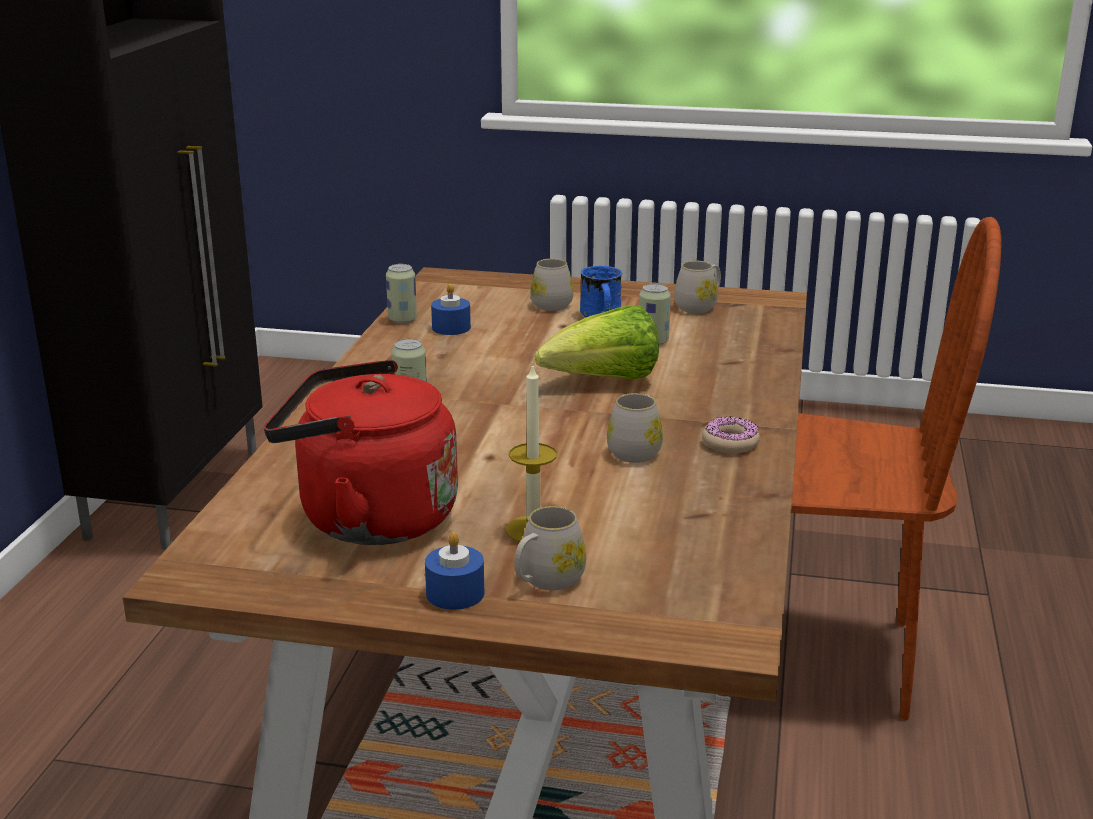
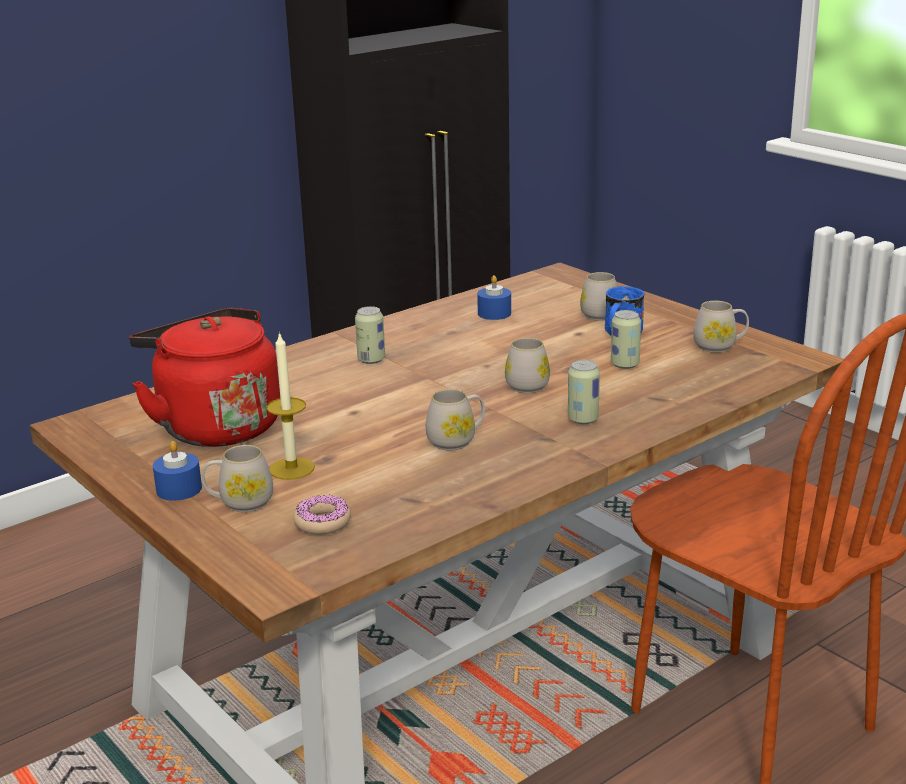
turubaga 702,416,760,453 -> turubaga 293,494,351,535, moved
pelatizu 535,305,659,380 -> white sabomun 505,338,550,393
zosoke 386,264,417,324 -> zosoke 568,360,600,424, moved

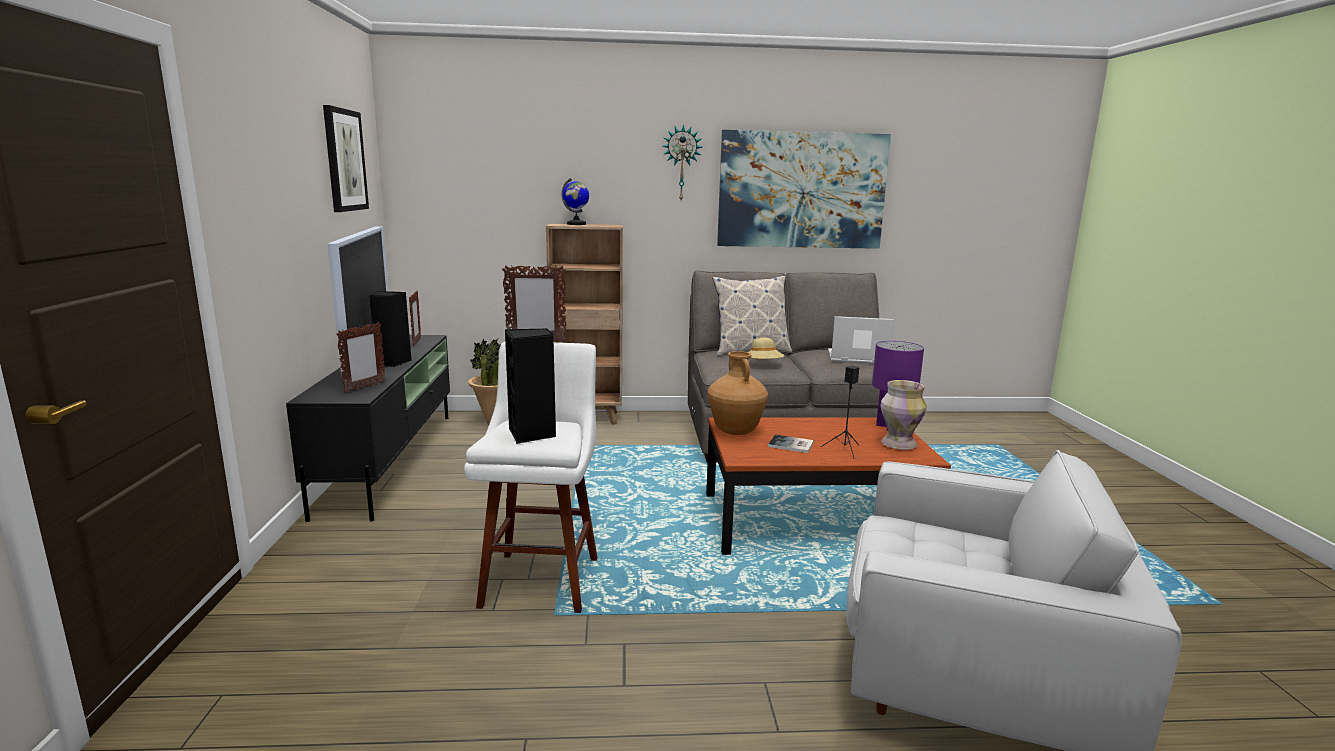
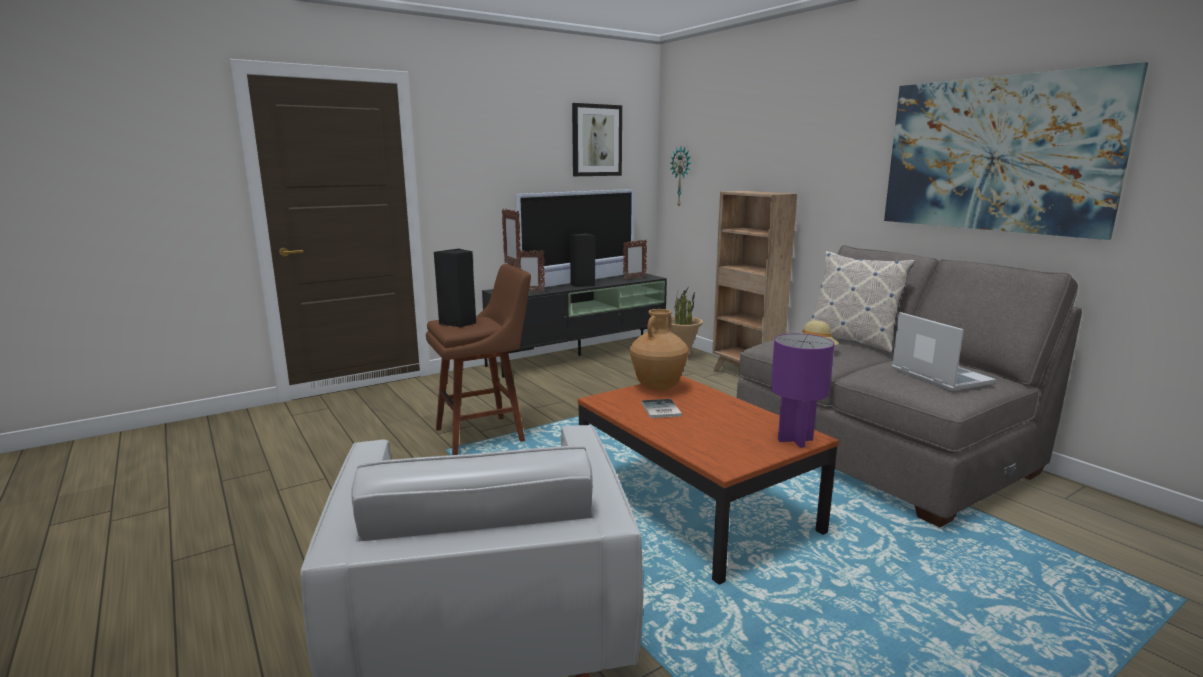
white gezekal 464,342,597,613 -> brown gezekal 426,264,531,455
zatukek 663,124,702,201 -> zatukek 670,147,691,206, moved
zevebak 561,178,589,225 -> none
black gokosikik 821,366,859,459 -> none
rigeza 881,380,927,450 -> none

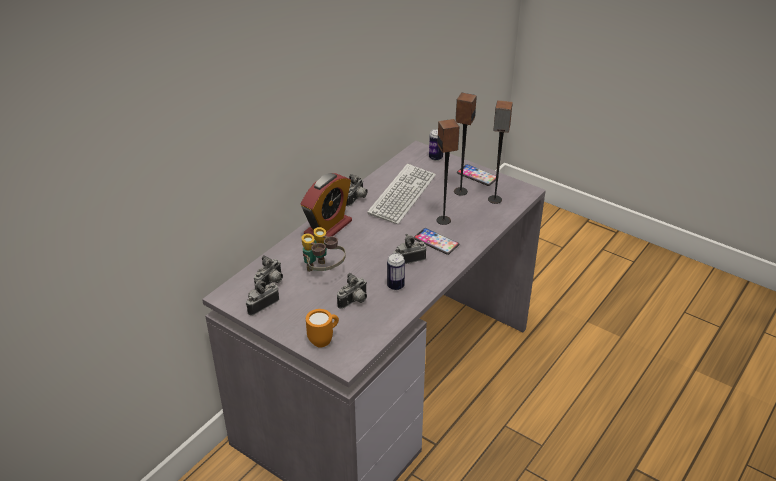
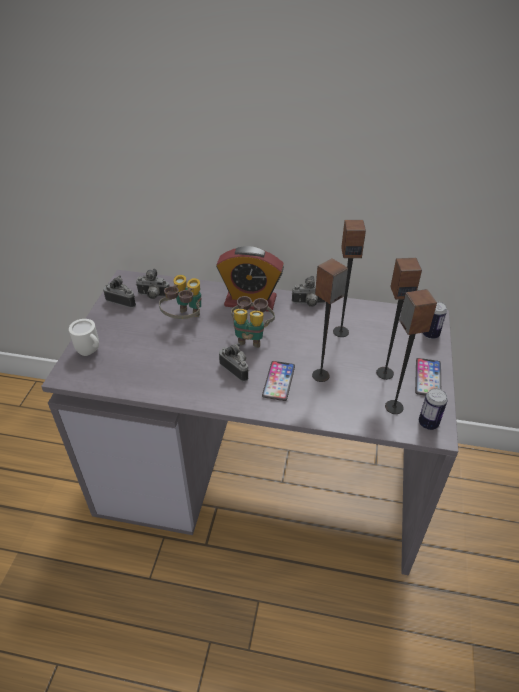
orange sabomun 306,309,339,348 -> white sabomun 69,319,99,356
none -> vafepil 231,296,275,348
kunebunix 367,164,436,224 -> gokosikik 333,220,366,337
zosoke 387,253,405,290 -> zosoke 419,388,448,430, moved
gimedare 337,273,367,309 -> none

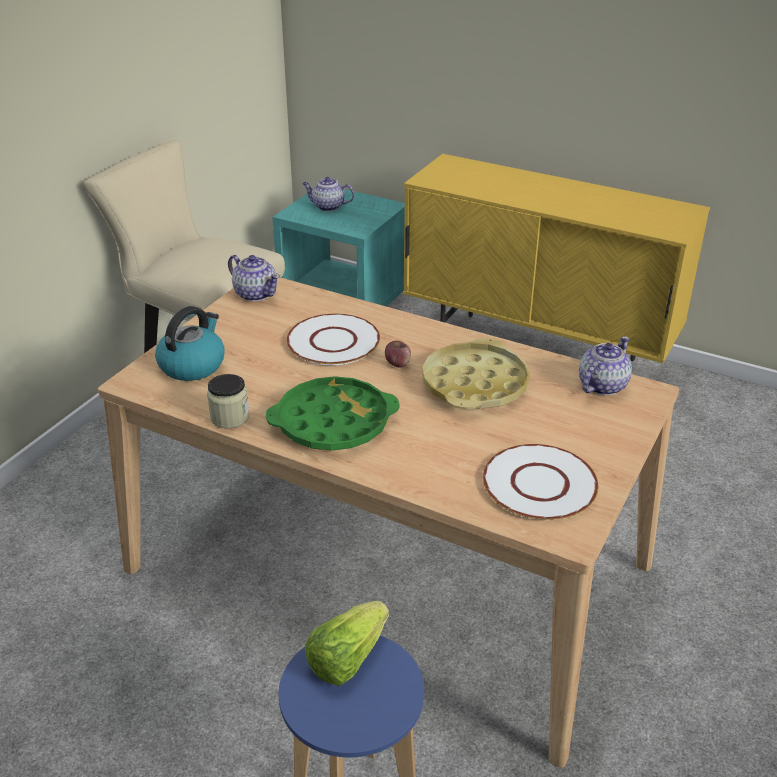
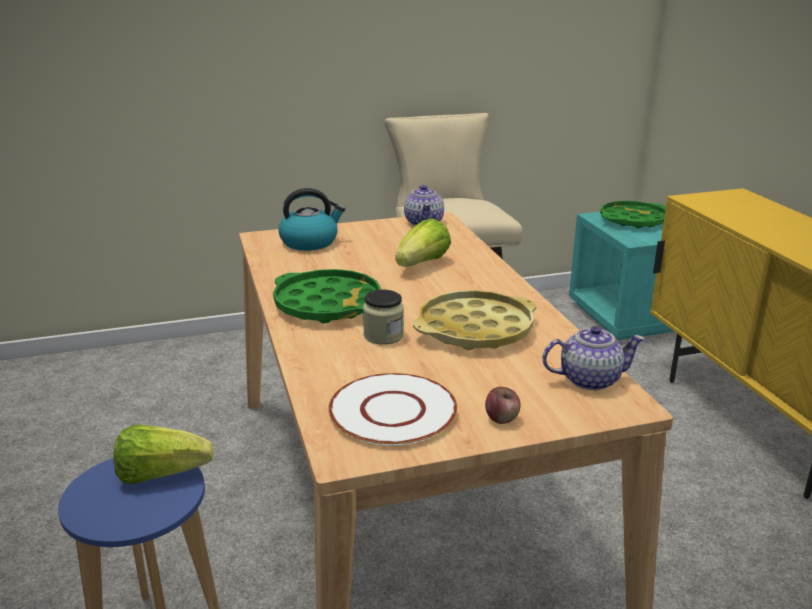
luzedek 207,374,250,428 -> luzedek 363,290,404,345, moved
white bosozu 286,314,380,365 -> pelatizu 395,218,451,267
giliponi 385,341,411,367 -> giliponi 485,387,521,424, moved
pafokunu 302,177,354,211 -> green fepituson 600,201,666,229

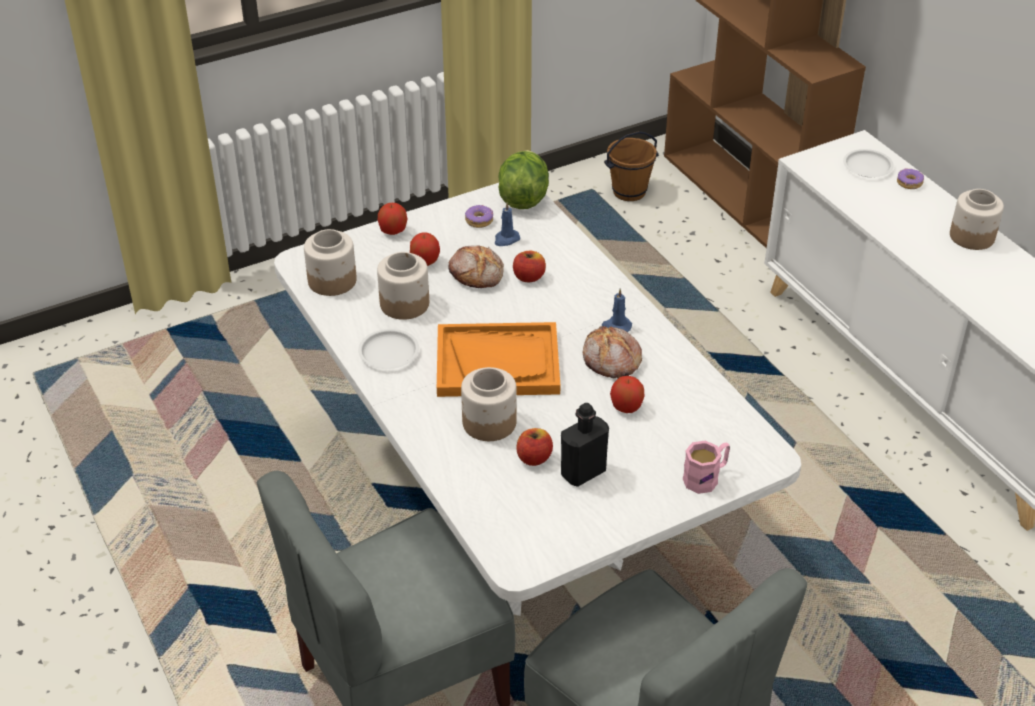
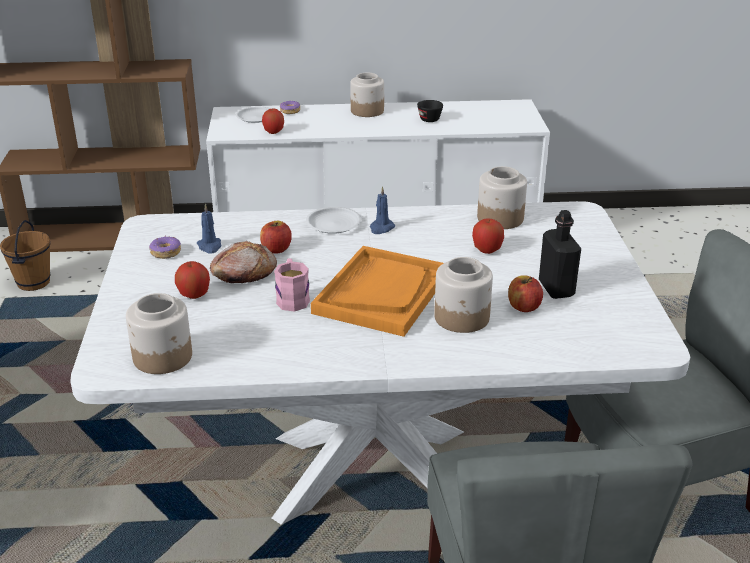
giliponi 378,203,407,235 -> giliponi 262,108,284,134, moved
pink sabomun 682,441,730,494 -> pink sabomun 274,258,310,312, moved
white bosozu 358,329,419,369 -> white bosozu 306,207,361,234, moved
none -> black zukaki 417,100,443,122
luzedek 377,252,429,320 -> luzedek 477,166,527,229, moved
pelatizu 498,150,549,209 -> none
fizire 582,326,642,379 -> none

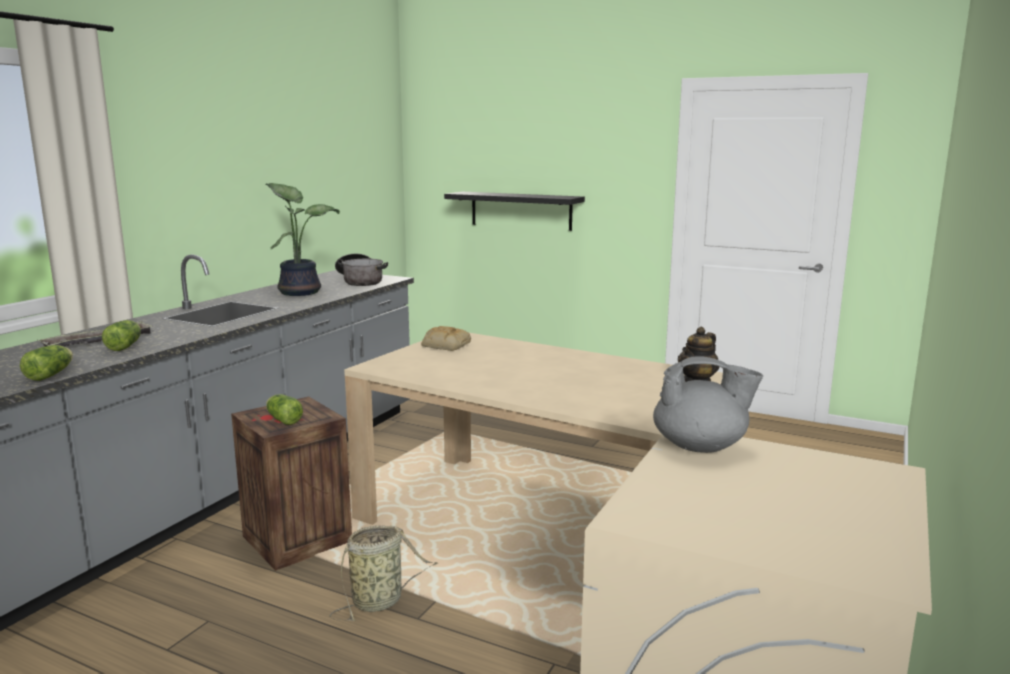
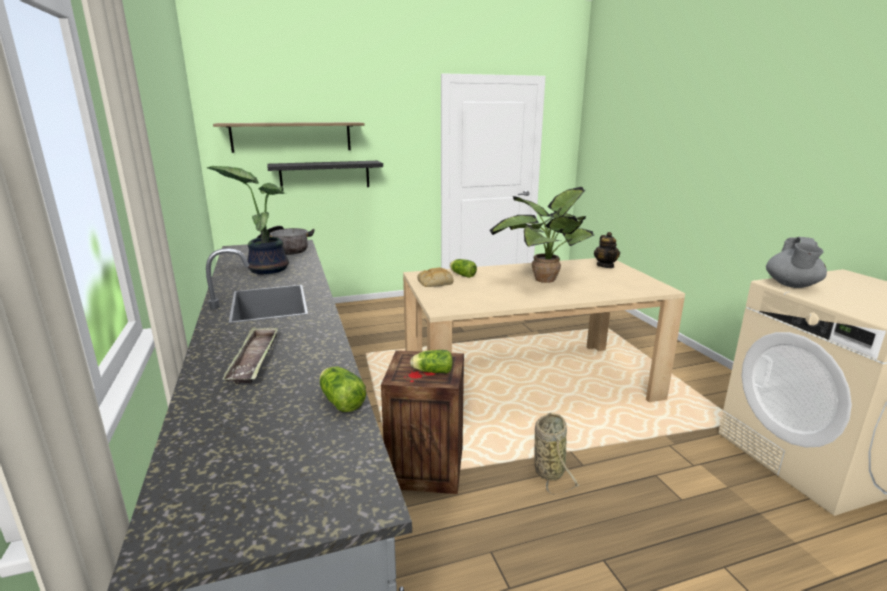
none -> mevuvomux 213,122,365,153
pelatizu 102,320,141,351 -> pelatizu 450,259,477,278, moved
none -> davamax 489,187,594,283
grey pafokunu 653,356,763,453 -> grey pafokunu 766,237,827,288, 150 degrees clockwise

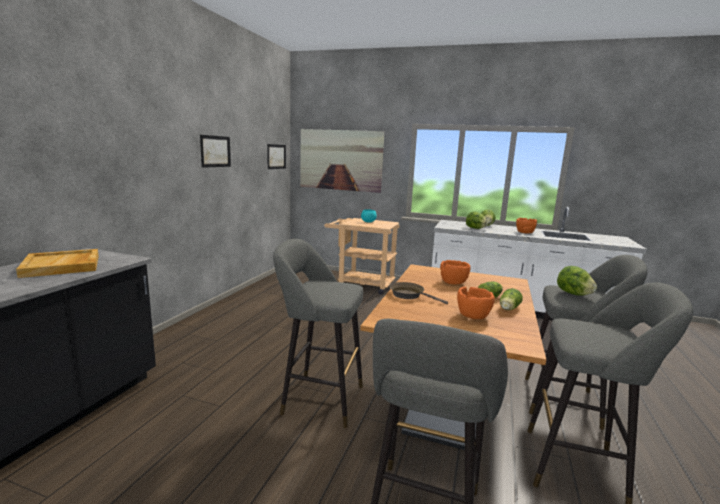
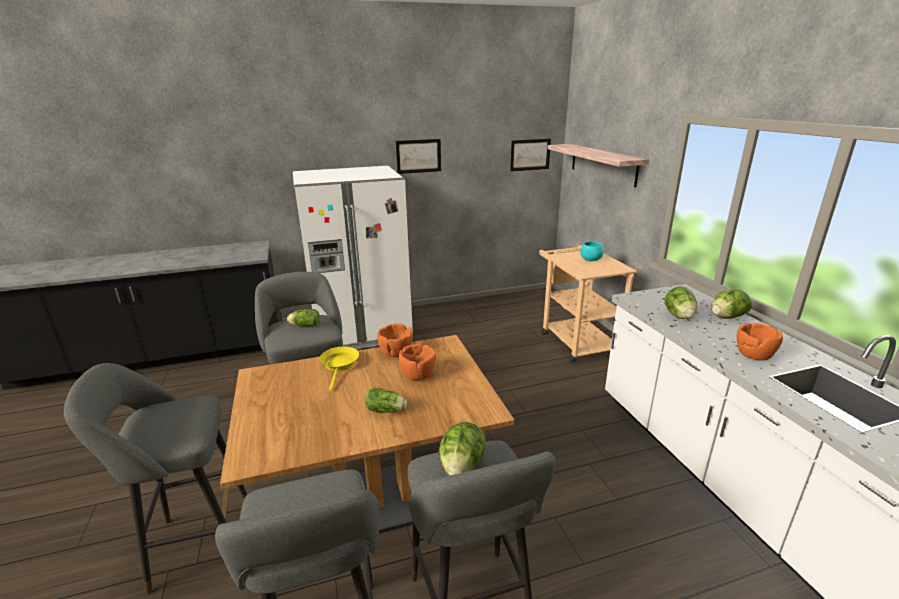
pelatizu 500,288,523,310 -> pelatizu 287,309,320,327, moved
none -> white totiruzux 293,166,413,349
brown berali 389,282,448,304 -> yellow berali 319,347,359,391
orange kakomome 457,287,495,319 -> orange kakomome 377,323,413,357, moved
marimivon 300,129,384,193 -> mevuvomux 548,144,647,187
beige fepituson 16,249,99,278 -> none

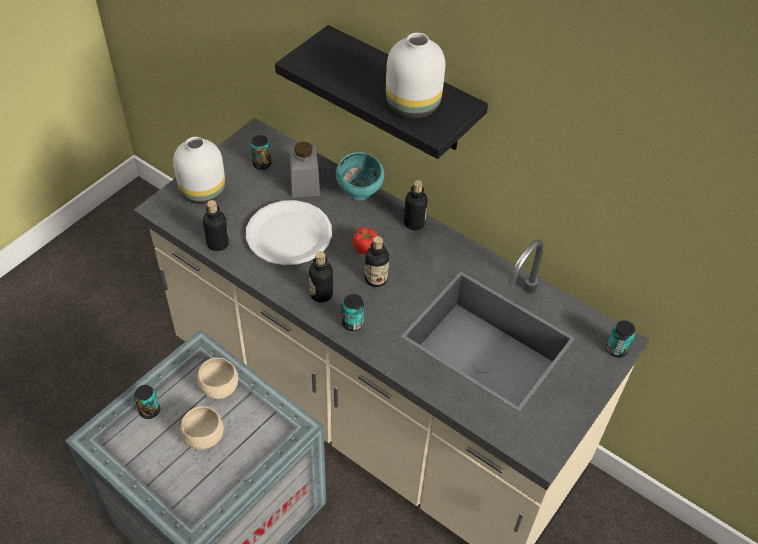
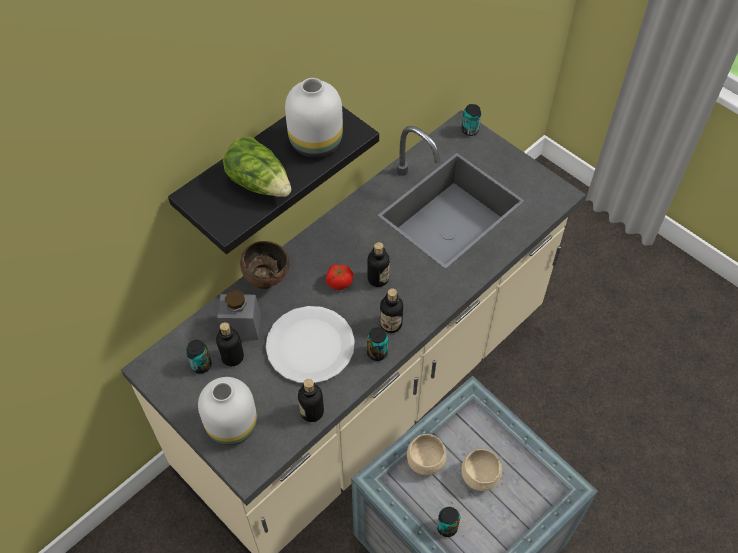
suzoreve 404,180,428,230 -> suzoreve 216,322,244,366, moved
none -> pelatizu 223,136,291,197
turquoise kakomome 336,152,384,200 -> brown kakomome 240,241,289,289
zosoke 342,294,364,331 -> zosoke 367,327,388,361, moved

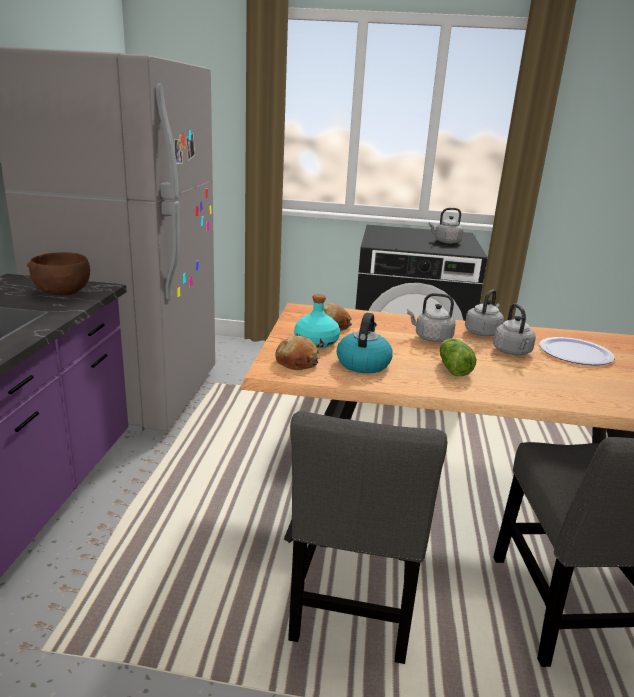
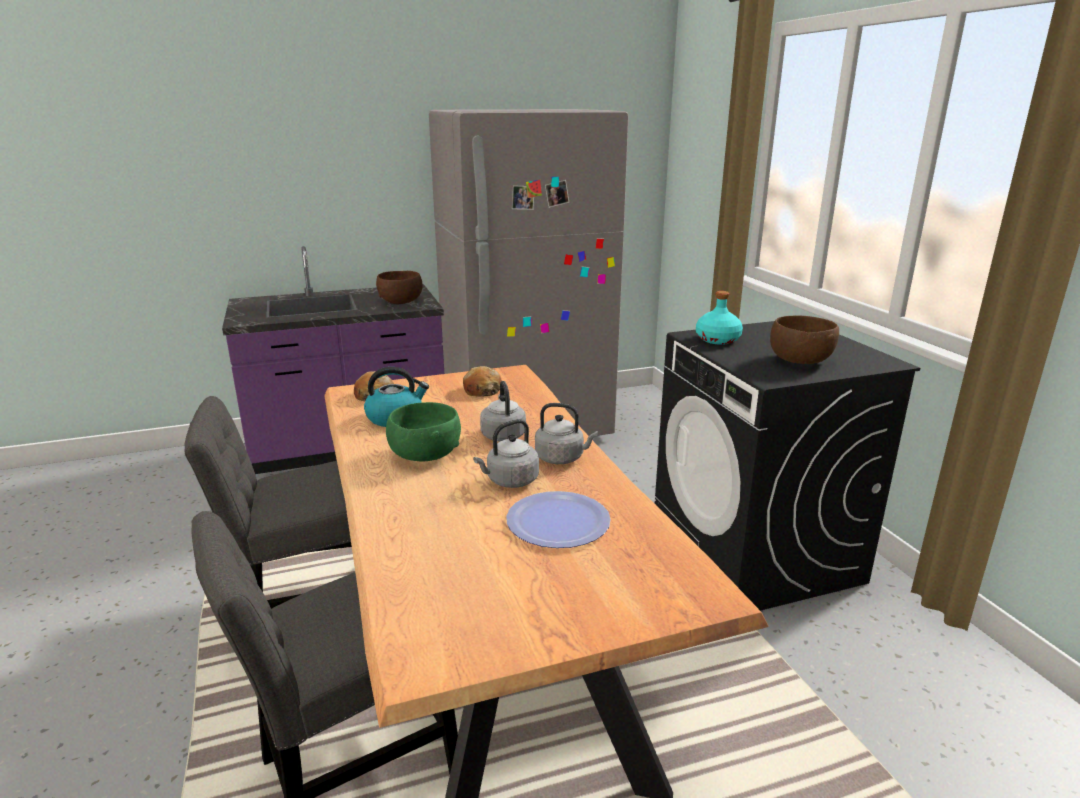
pelatizu 440,338,477,376 -> green kakomome 386,402,461,461
turquoise suzoreve 294,294,340,348 -> turquoise suzoreve 696,291,743,345, moved
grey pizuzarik 428,208,464,244 -> brown kakomome 770,315,839,364

